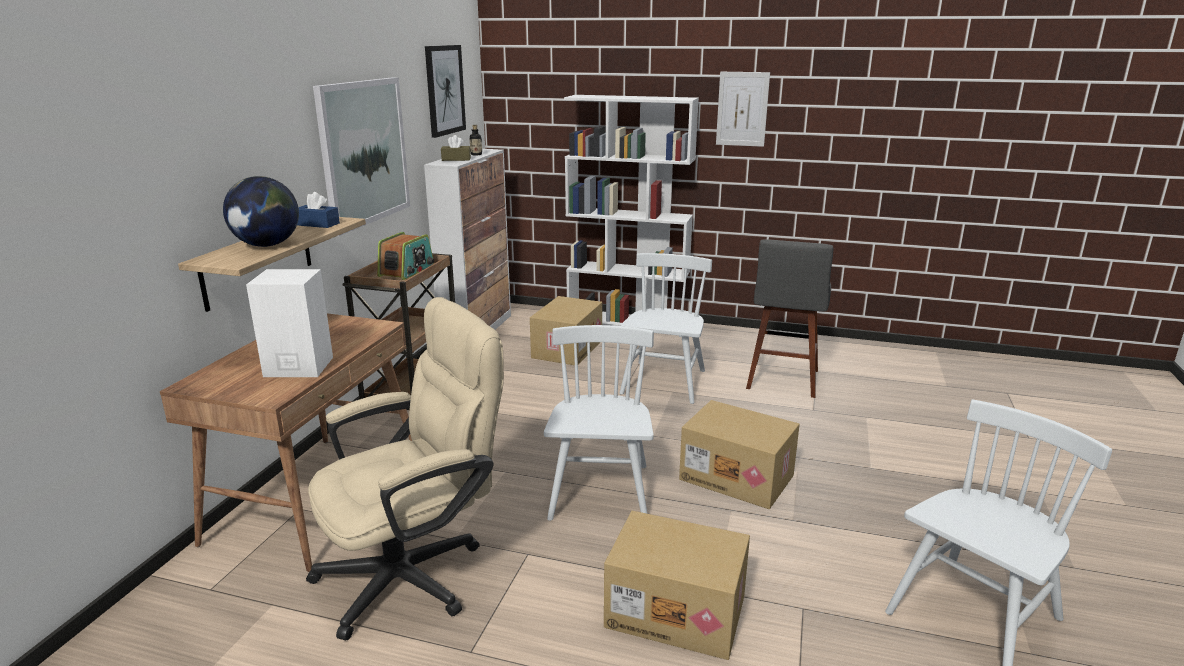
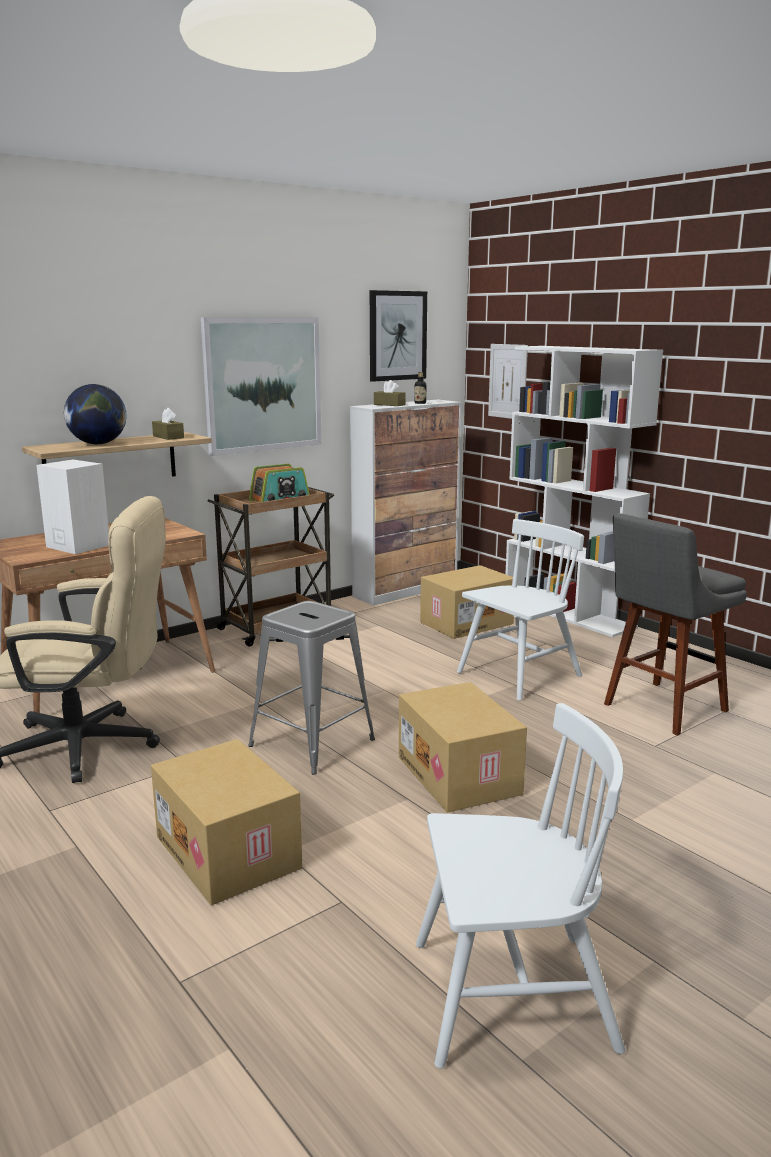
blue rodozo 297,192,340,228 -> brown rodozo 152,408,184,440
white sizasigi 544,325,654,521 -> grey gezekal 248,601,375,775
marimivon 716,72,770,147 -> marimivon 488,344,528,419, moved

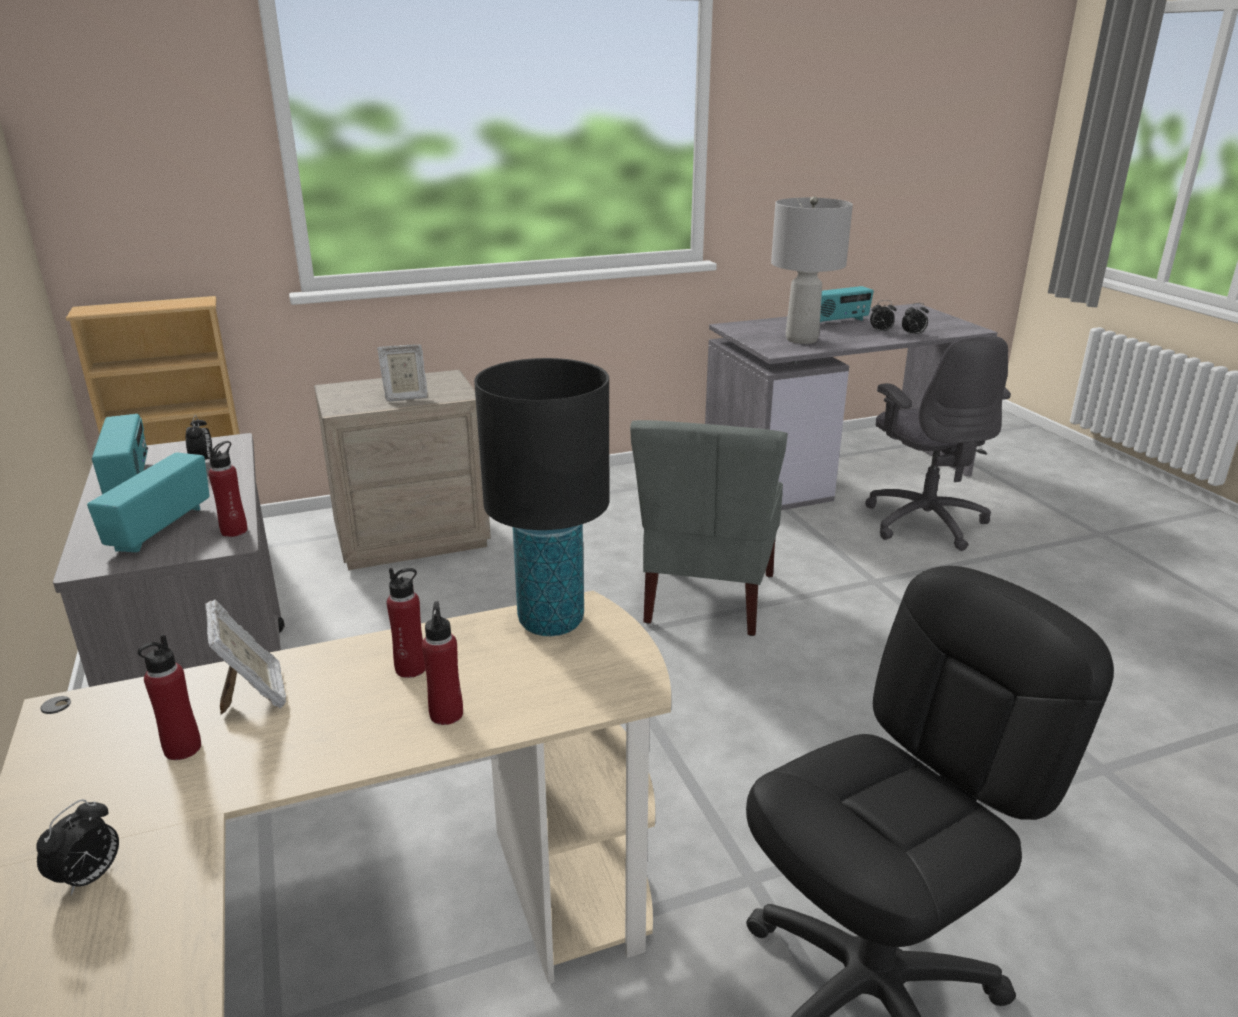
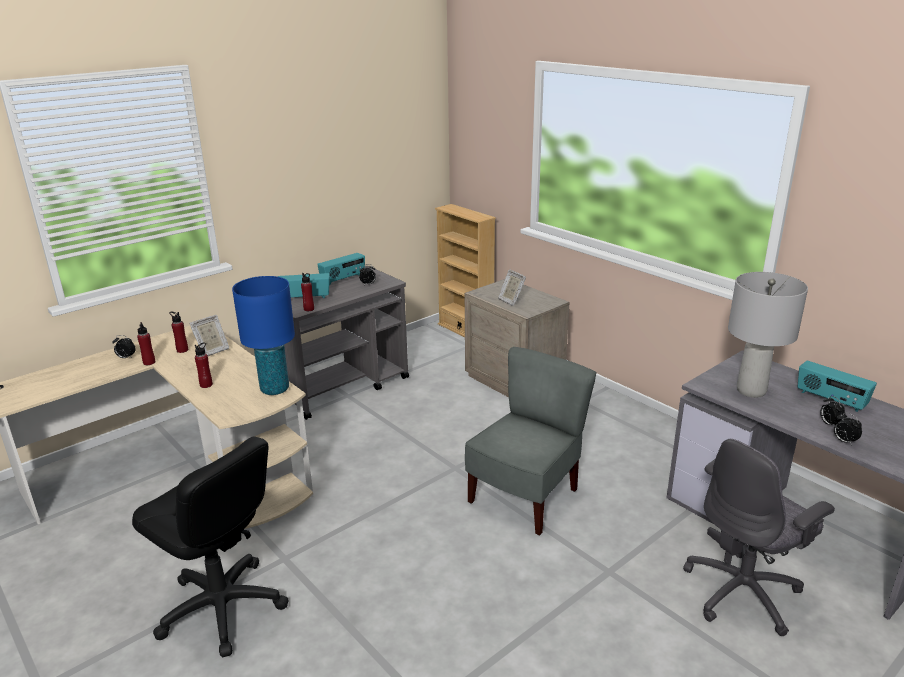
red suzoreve 387,568,426,678 -> red suzoreve 137,322,155,365, moved
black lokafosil 474,358,609,636 -> blue lokafosil 232,276,295,395
grey sizasigi 630,420,788,636 -> grey sizasigi 465,347,596,535, 135 degrees clockwise

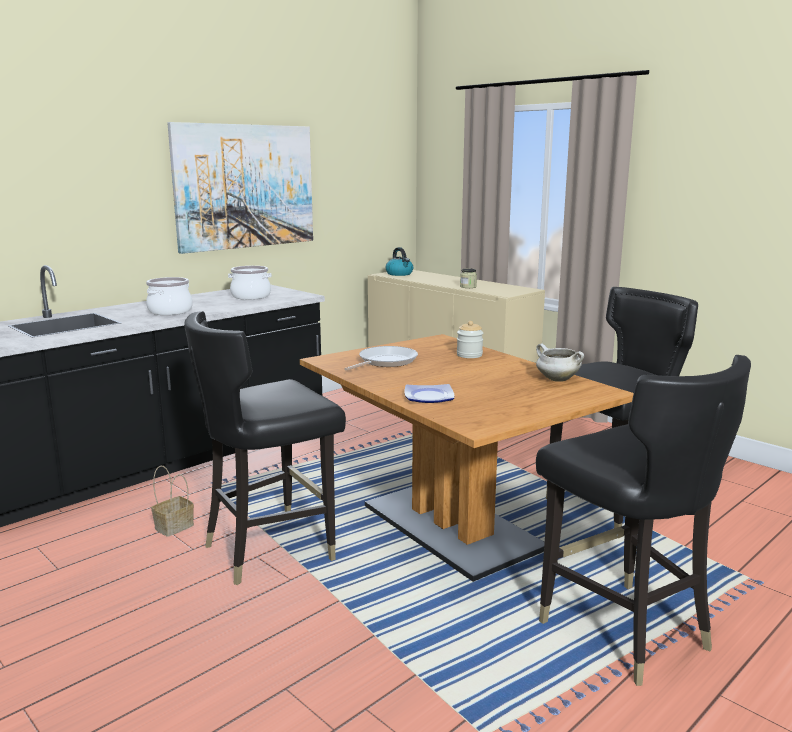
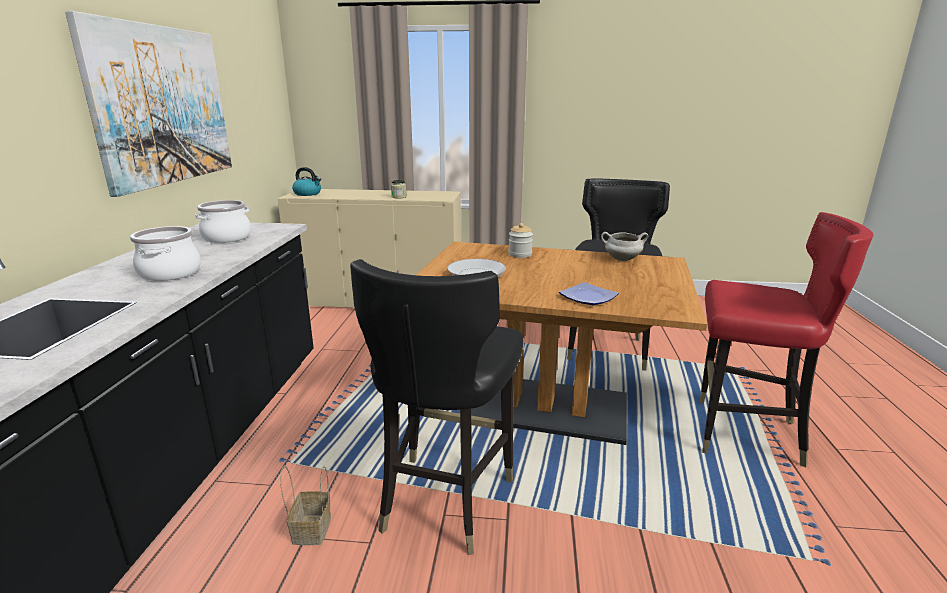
black sizasigi 536,355,751,686 -> red sizasigi 700,212,874,467

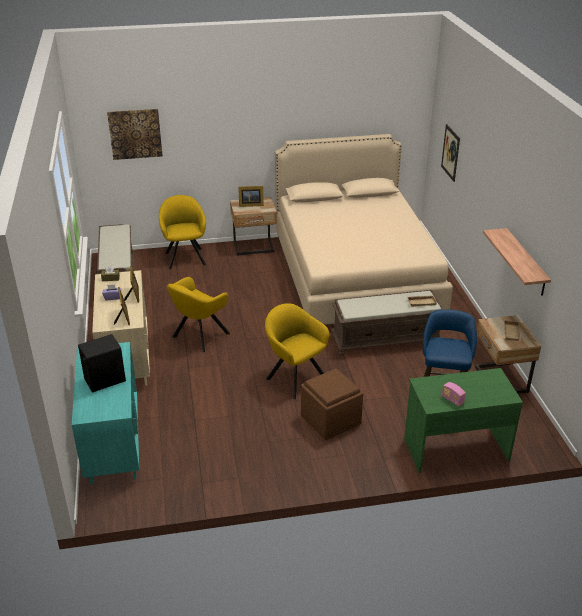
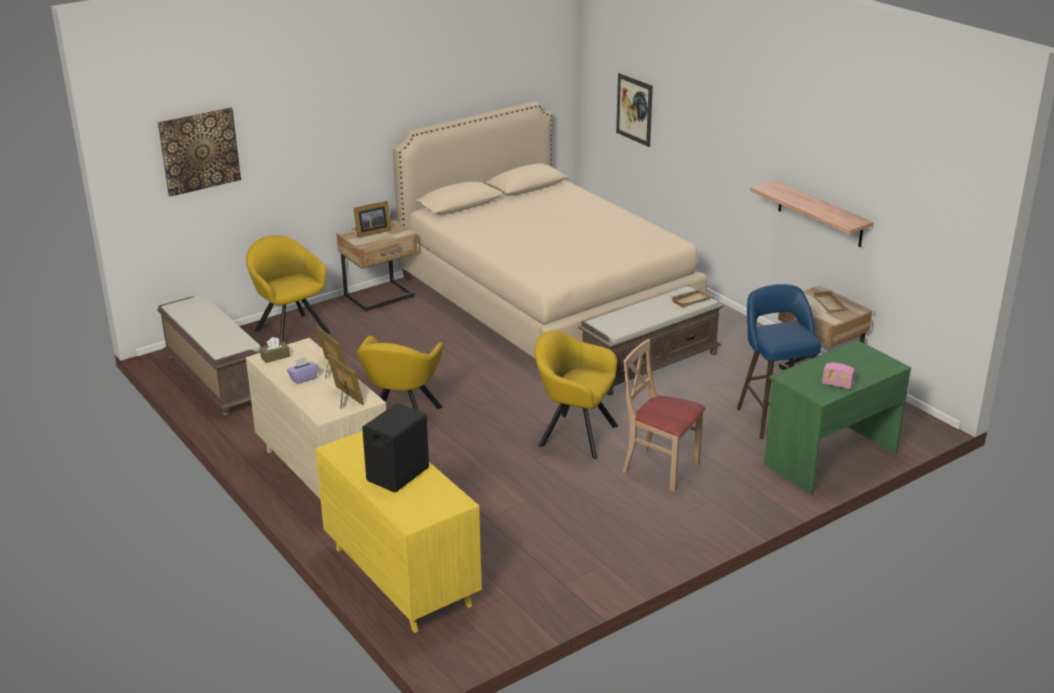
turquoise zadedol 72,342,139,485 -> yellow zadedol 315,431,482,633
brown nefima 301,368,363,440 -> beige sizasigi 623,339,706,492

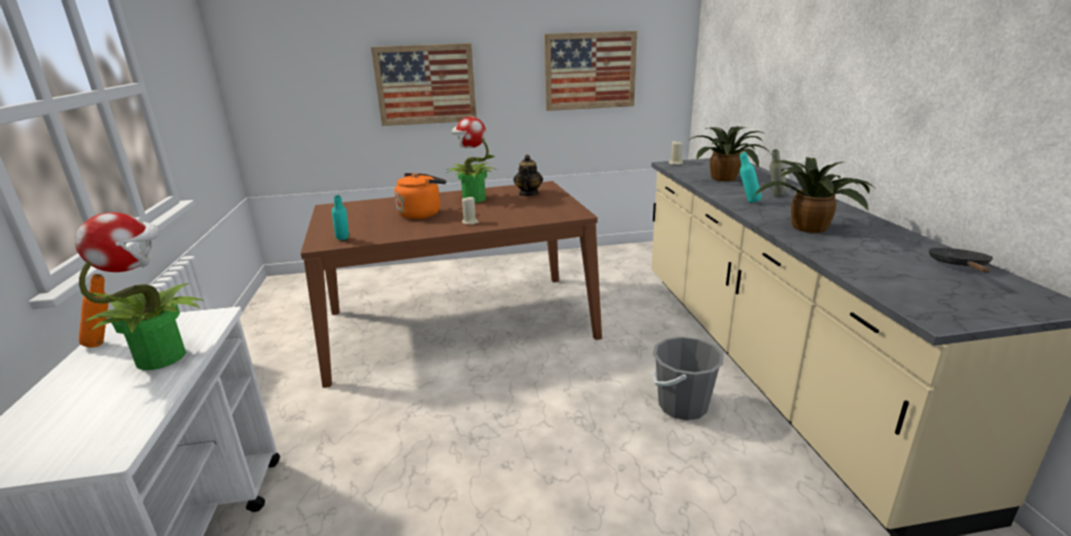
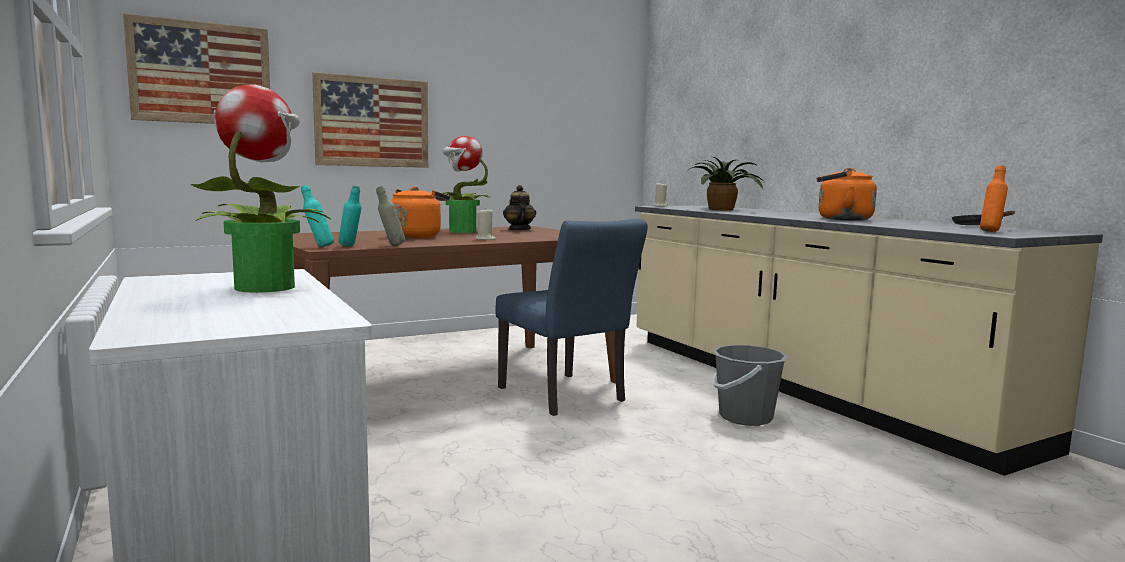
marimivon 544,31,637,111 -> marimivon 123,13,270,124, moved
turquoise suzoreve 740,152,762,203 -> turquoise suzoreve 301,185,334,248, moved
grey suzoreve 770,149,787,197 -> grey suzoreve 376,186,405,246, moved
none -> blue sizasigi 496,219,648,416
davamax 754,157,878,233 -> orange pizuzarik 816,168,877,221
orange suzoreve 79,274,108,347 -> orange suzoreve 980,165,1008,232, moved

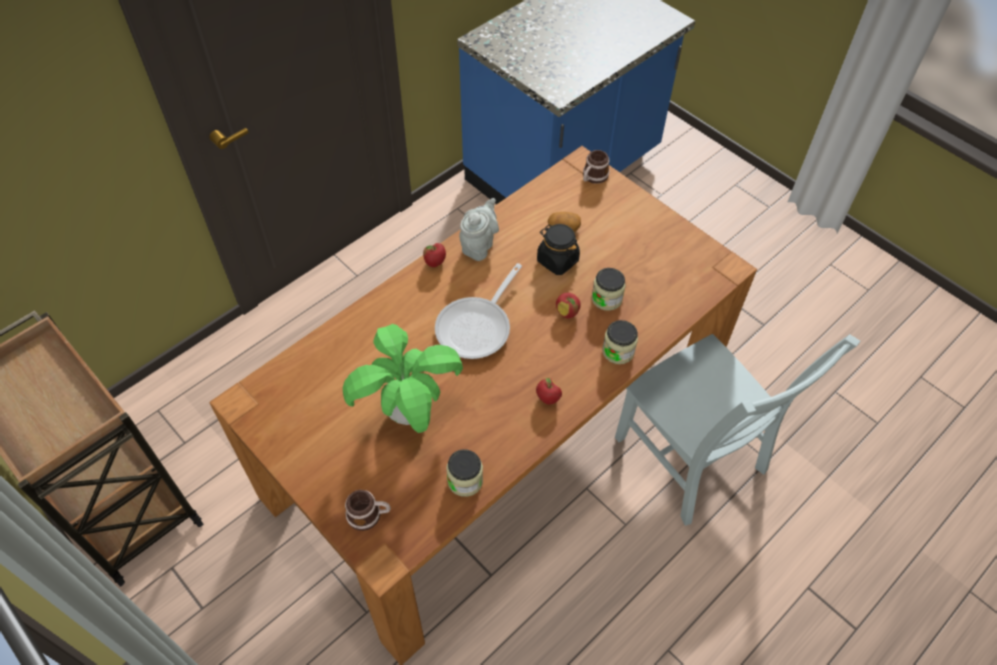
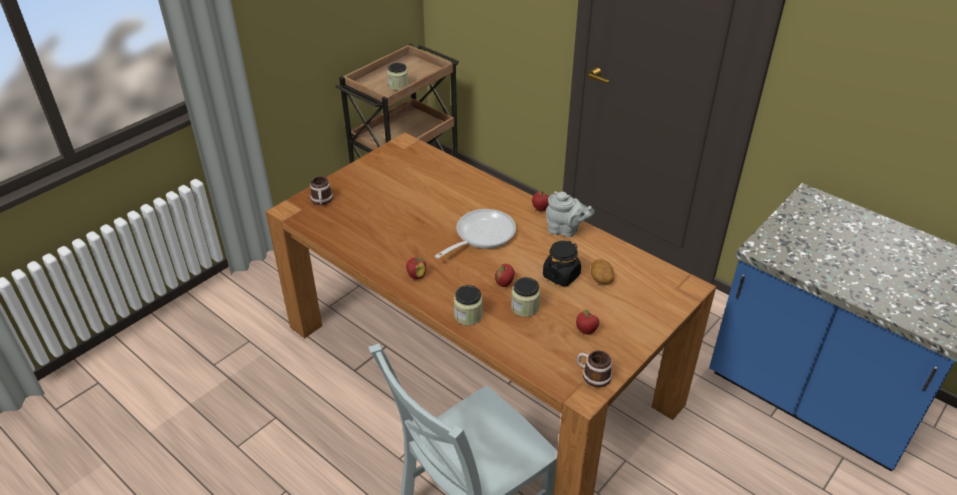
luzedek 446,449,483,497 -> luzedek 387,62,408,90, moved
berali 435,263,522,359 -> berali 435,209,516,259, 105 degrees clockwise
none -> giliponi 576,310,599,334
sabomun 583,150,610,184 -> sabomun 577,350,612,387, moved
davamax 343,324,463,433 -> none

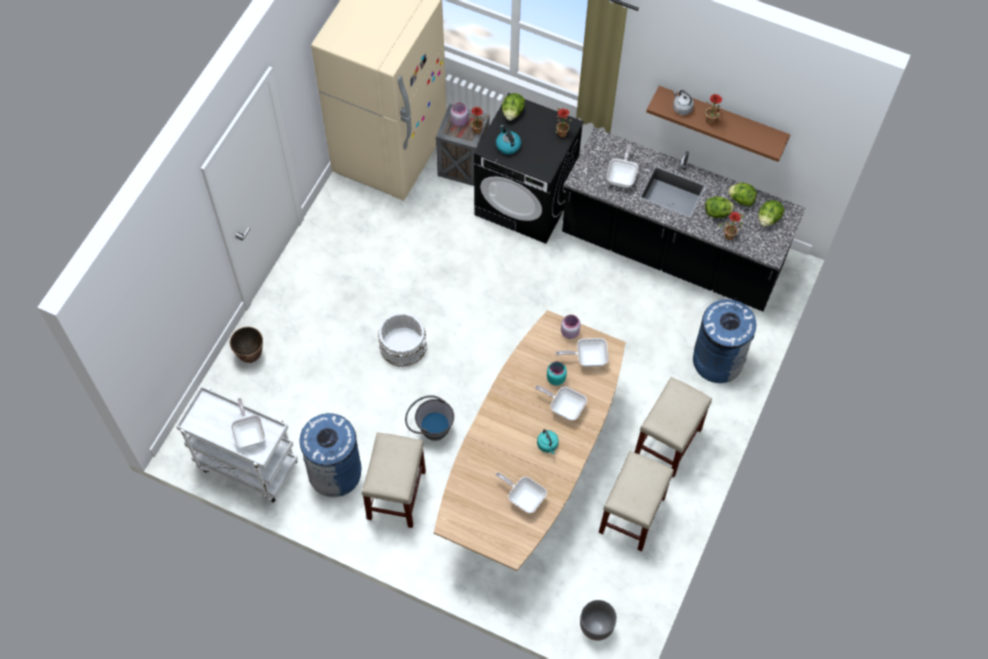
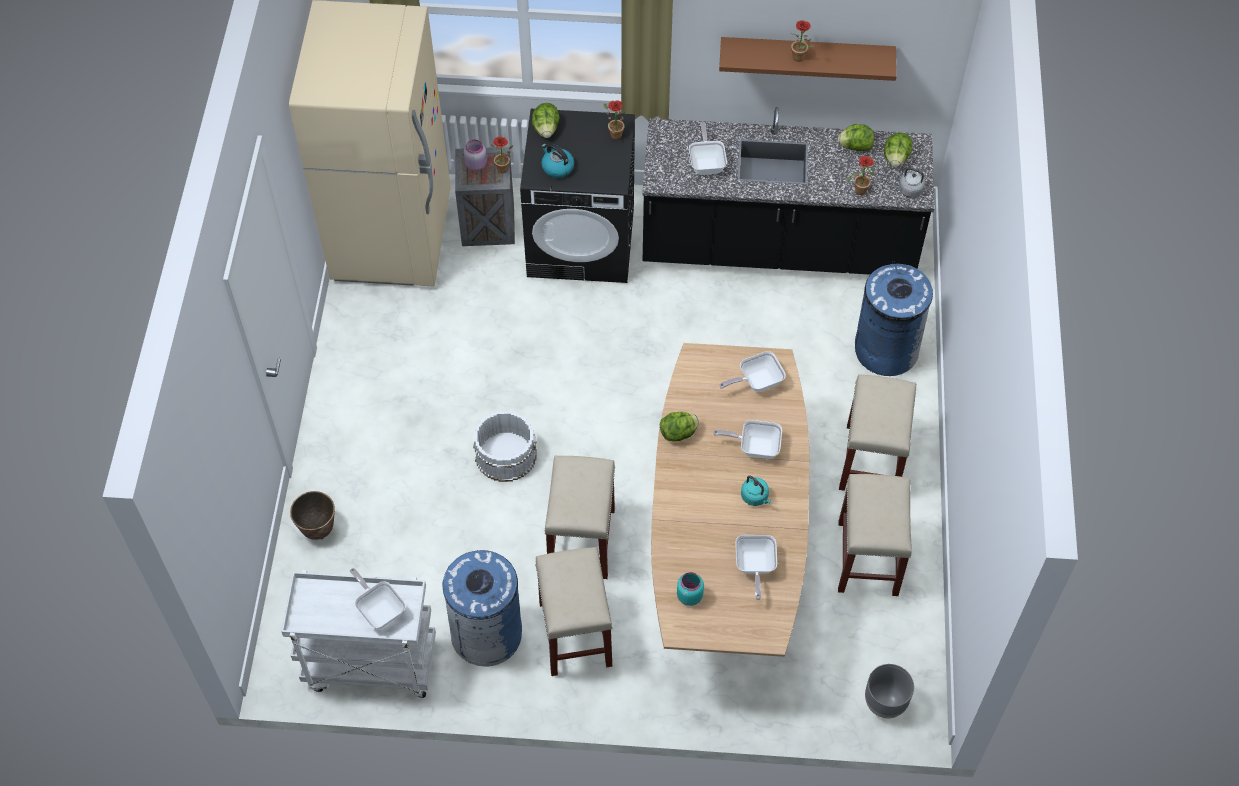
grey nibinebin 405,395,454,441 -> beige gezekal 544,455,615,579
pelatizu 705,196,735,218 -> pelatizu 659,412,699,442, moved
turquoise luzedek 547,361,567,386 -> turquoise luzedek 677,572,704,606, moved
berali 495,472,547,513 -> berali 735,535,777,600, 105 degrees counterclockwise
grey pizuzarik 673,90,694,115 -> grey pizuzarik 895,168,925,197, moved
pink luzedek 561,315,581,339 -> none

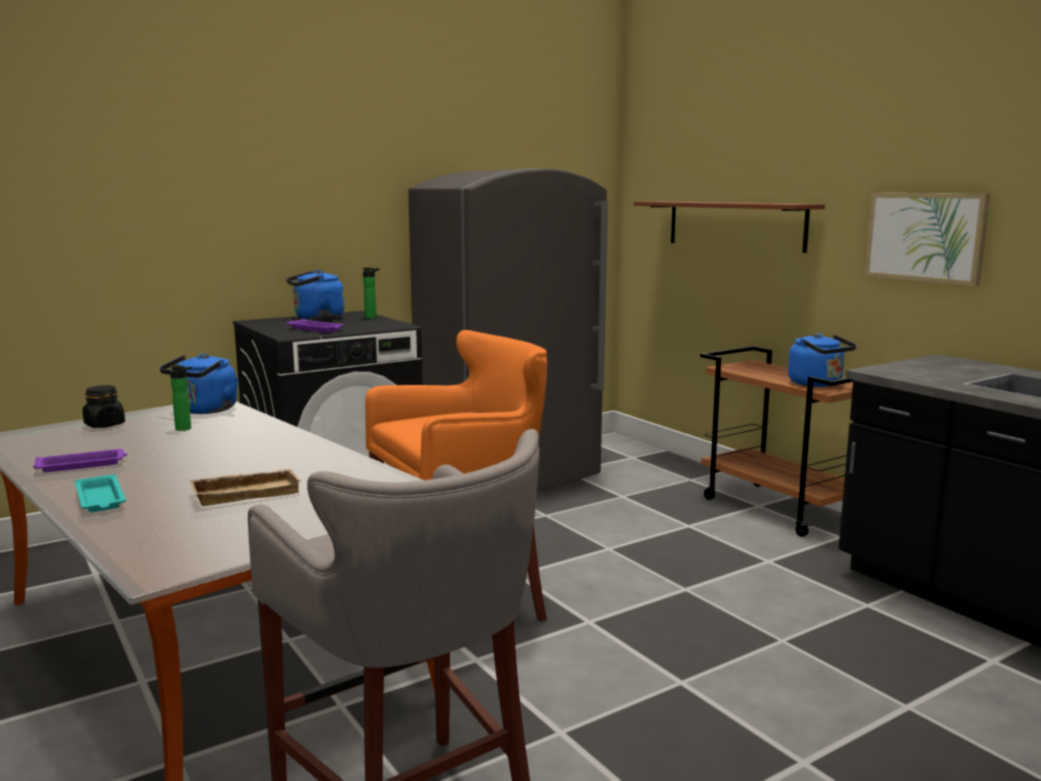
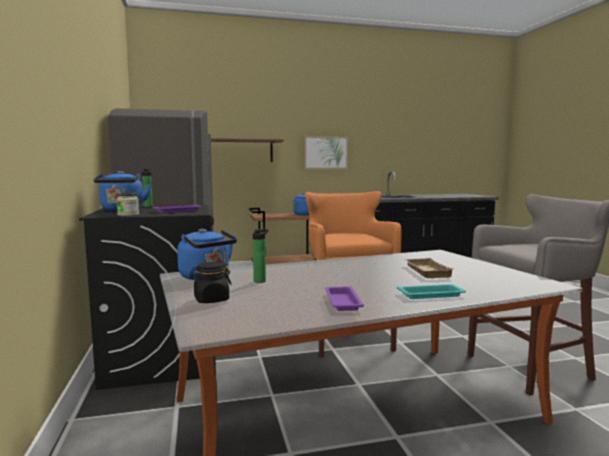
none -> luzedek 116,193,139,216

